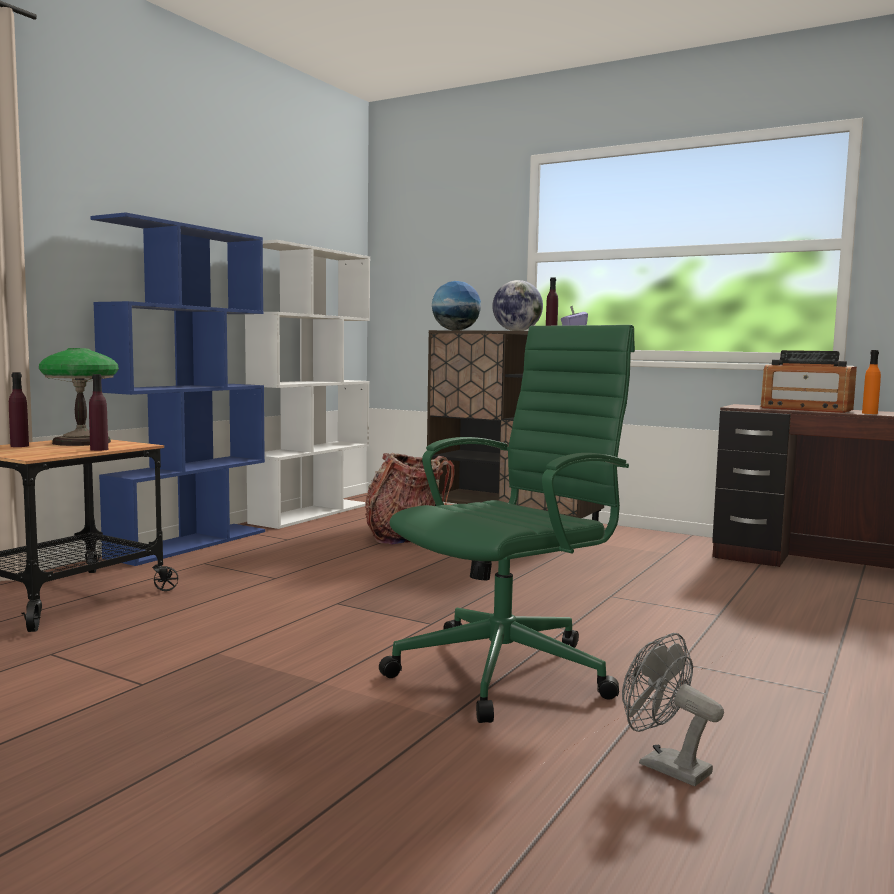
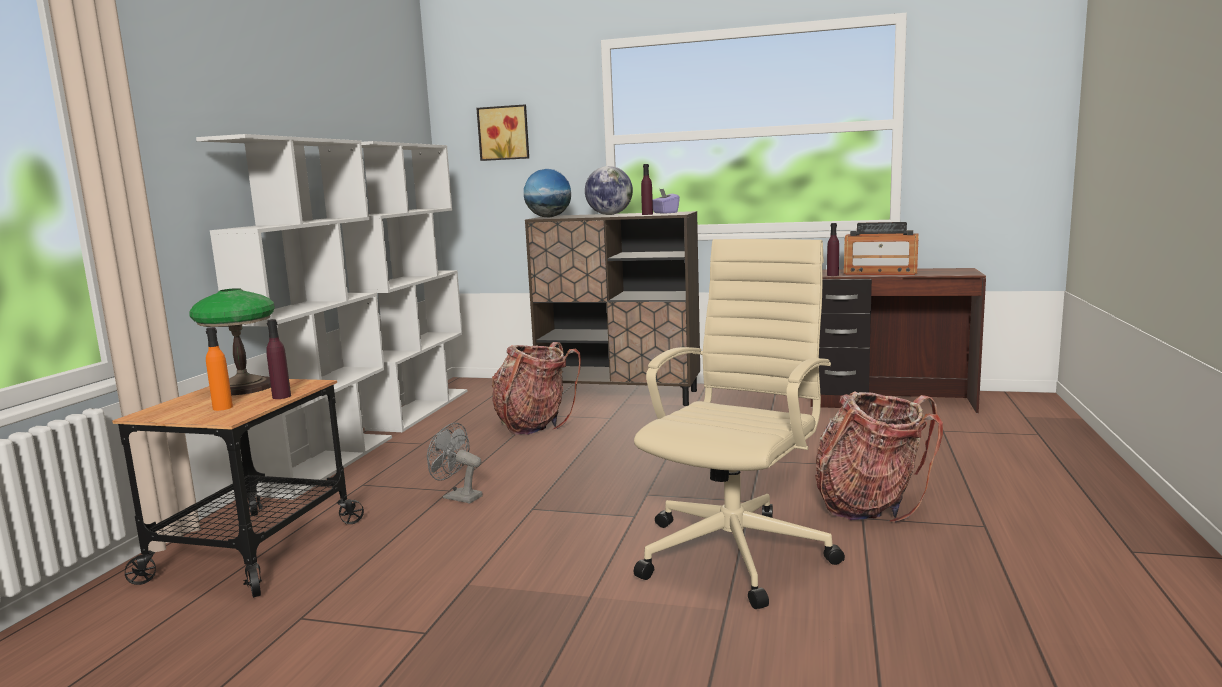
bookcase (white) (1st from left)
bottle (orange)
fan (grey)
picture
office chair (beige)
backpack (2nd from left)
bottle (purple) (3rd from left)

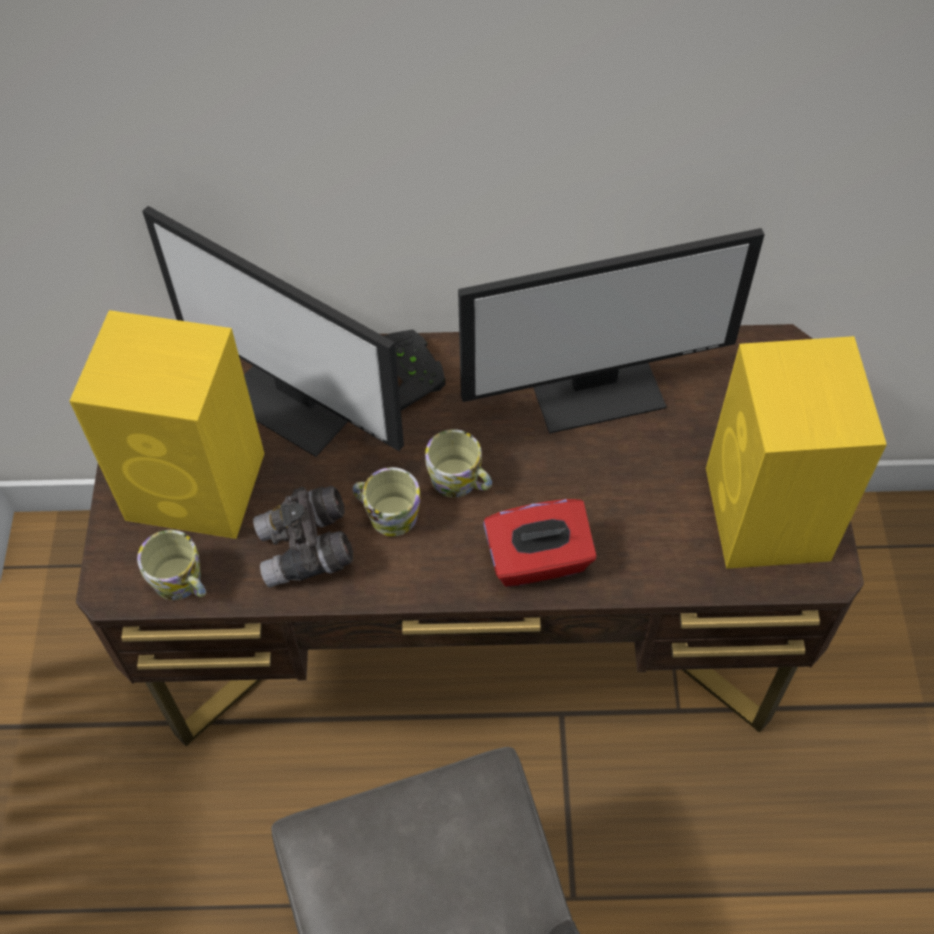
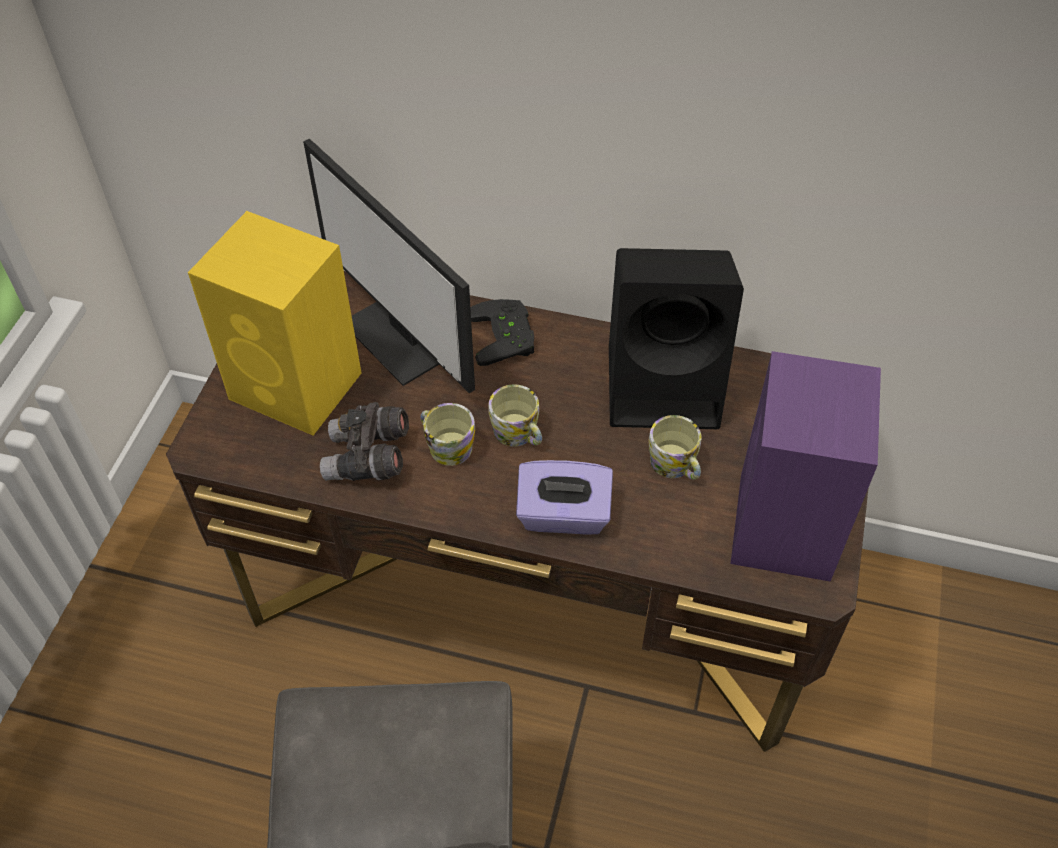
tissue box (purple)
speaker (black)
mug (3rd from left)
speaker (purple)

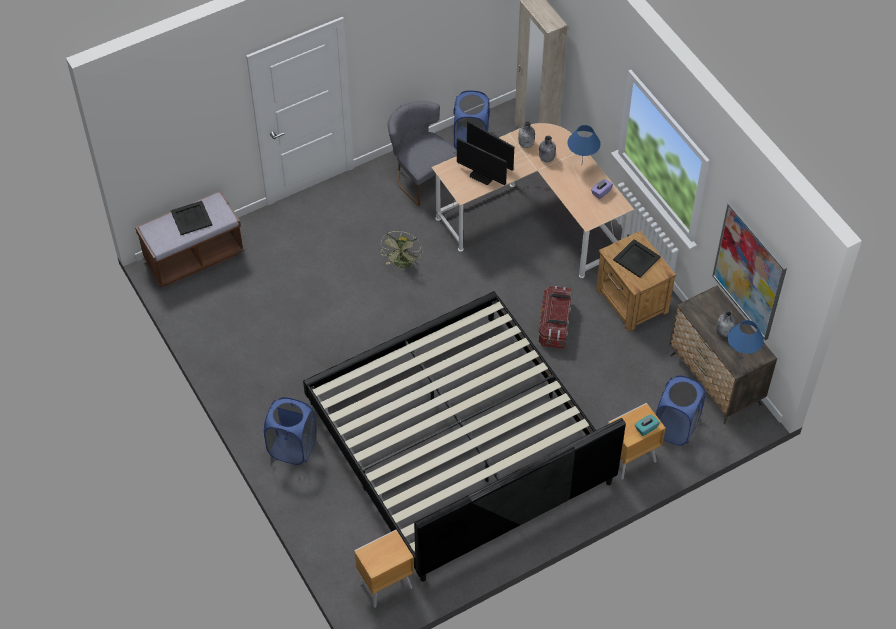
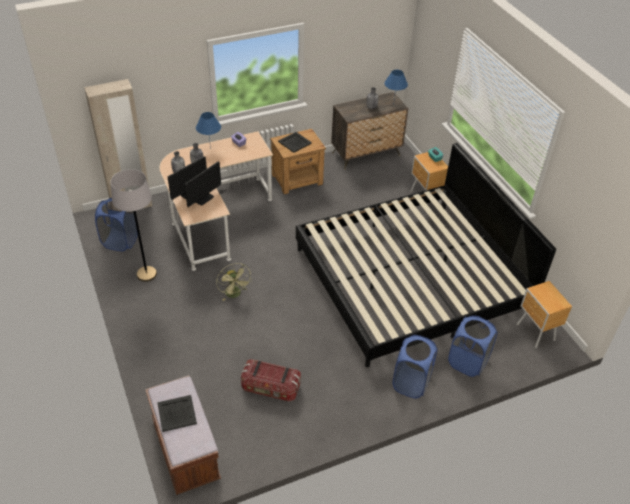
floor lamp (grey)
fan (green)
storage box
laundry basket (blue) (3rd from left)
picture

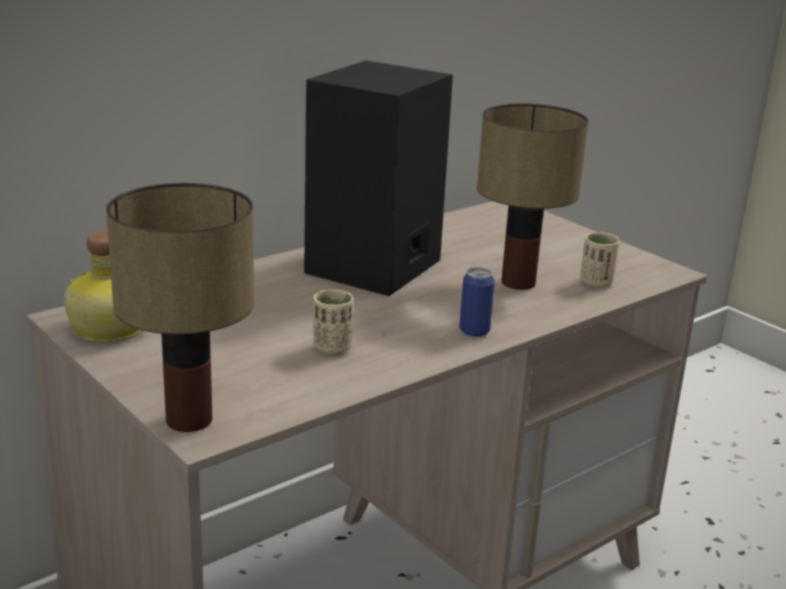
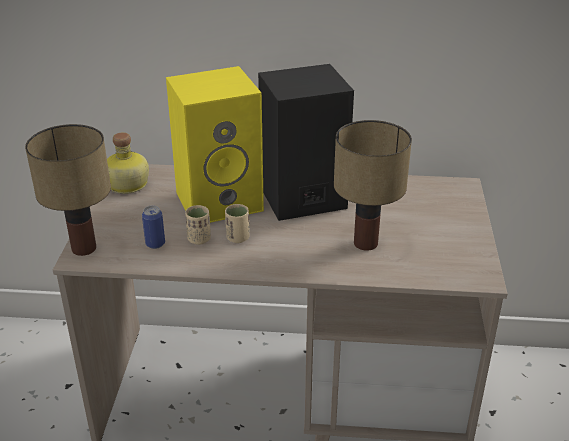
can
speaker (yellow)
cup (beige) (2nd from left)

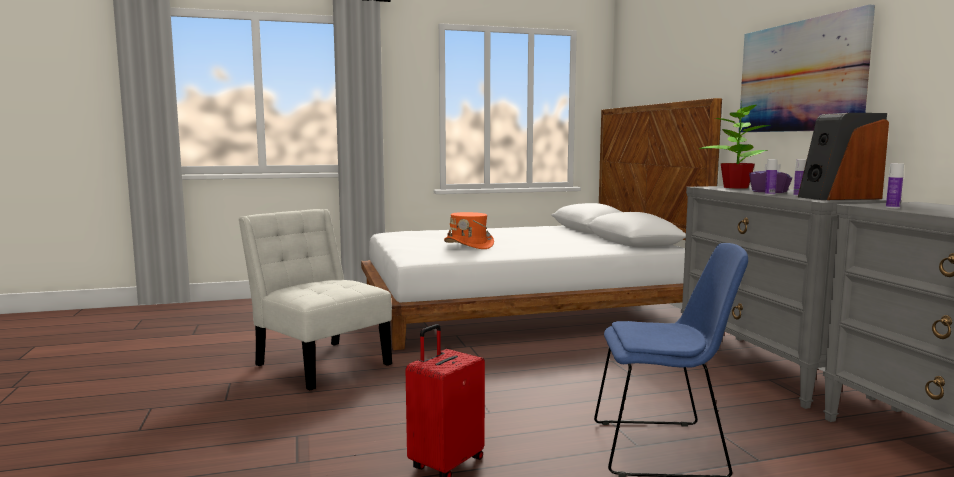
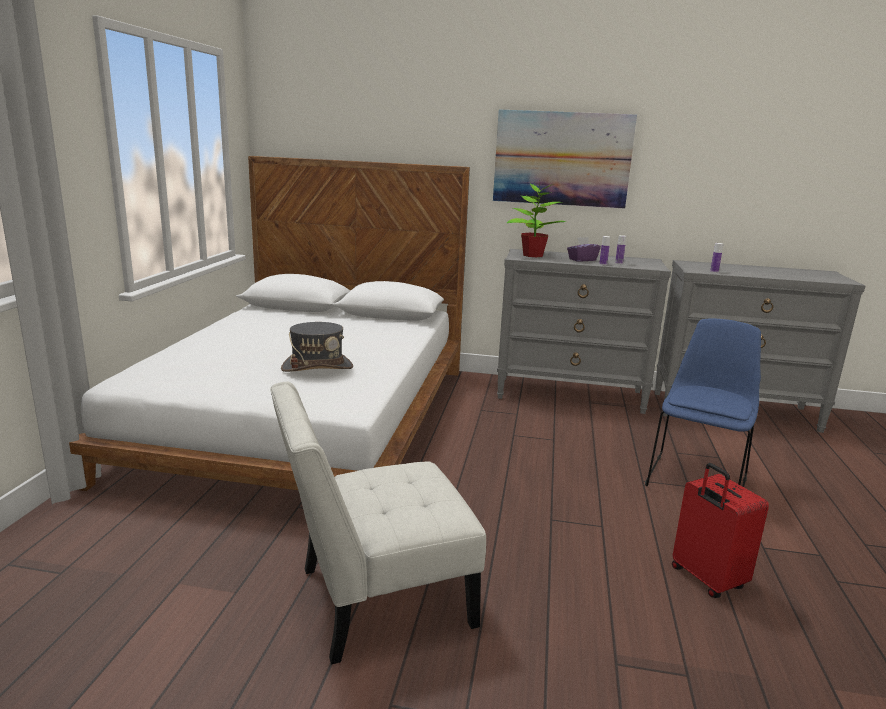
hat (grey)
speaker

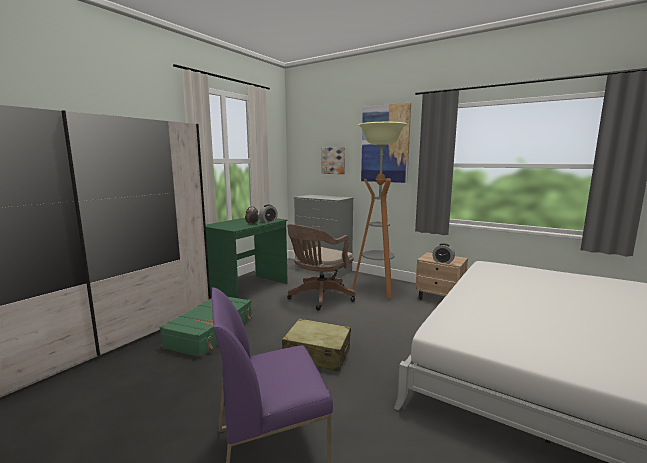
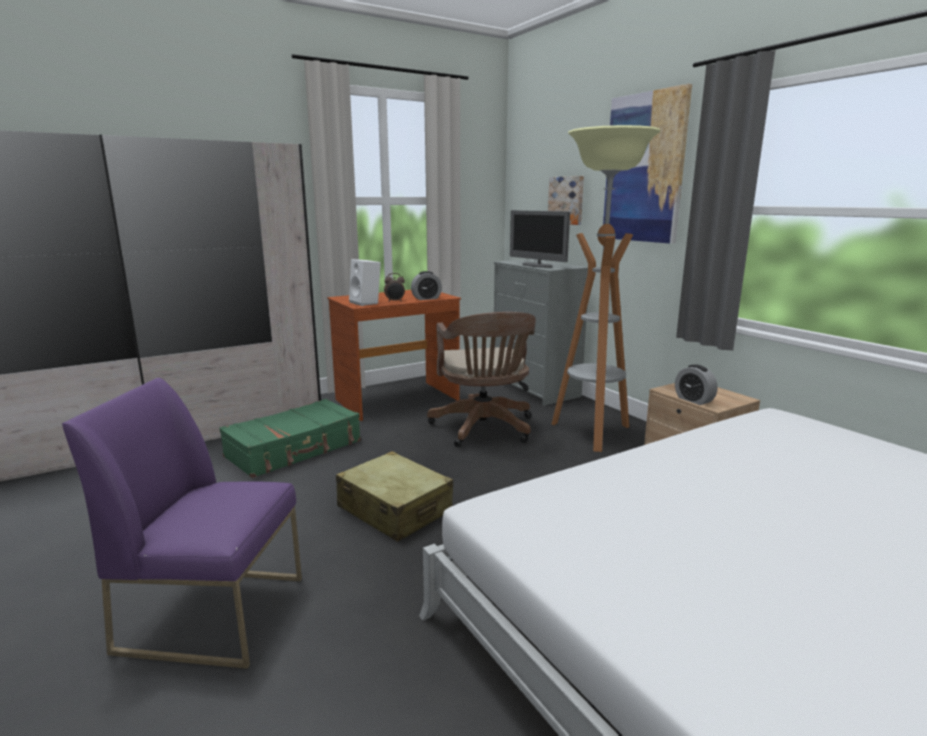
desk (brown)
speaker (white)
office chair (brown)
monitor

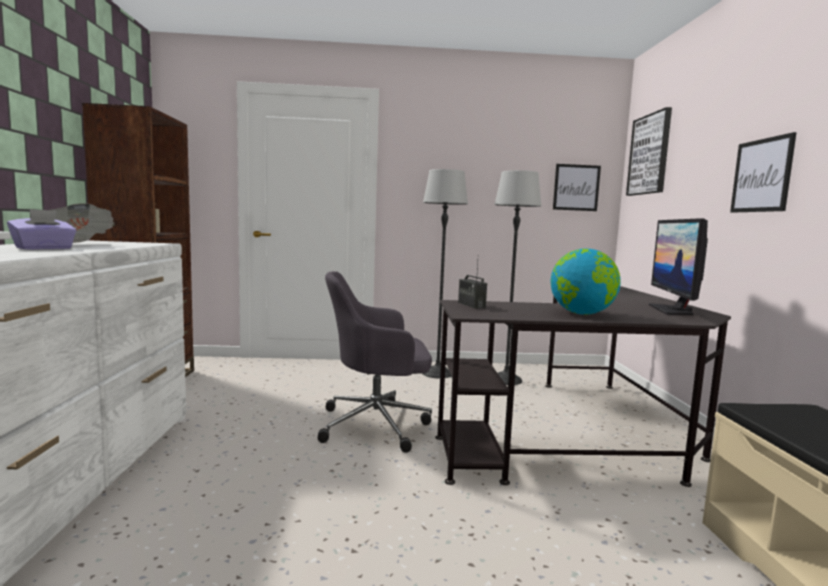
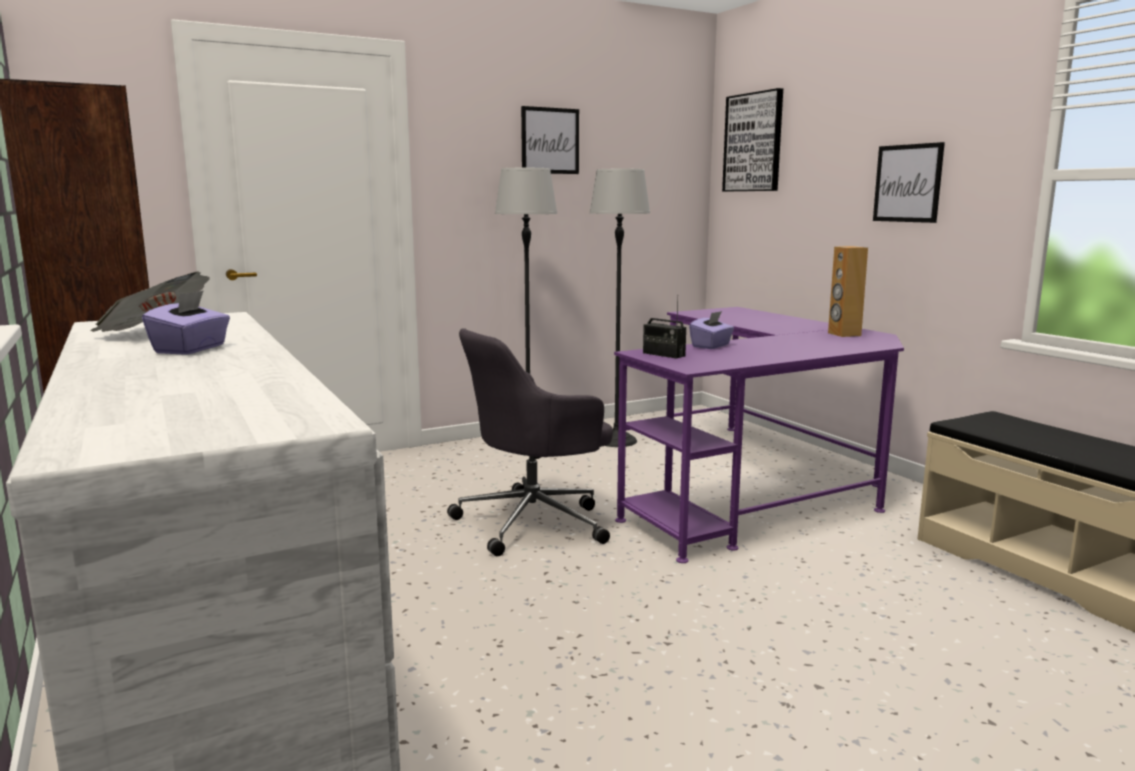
picture (1st from left)
desk (purple)
tissue box (purple) (2nd from left)
speaker (brown)
globe

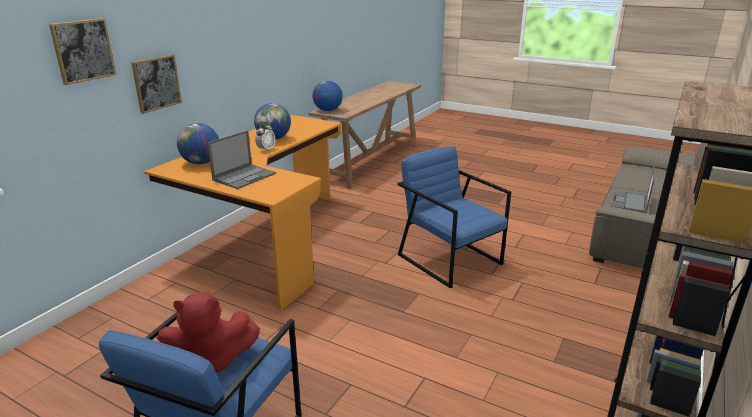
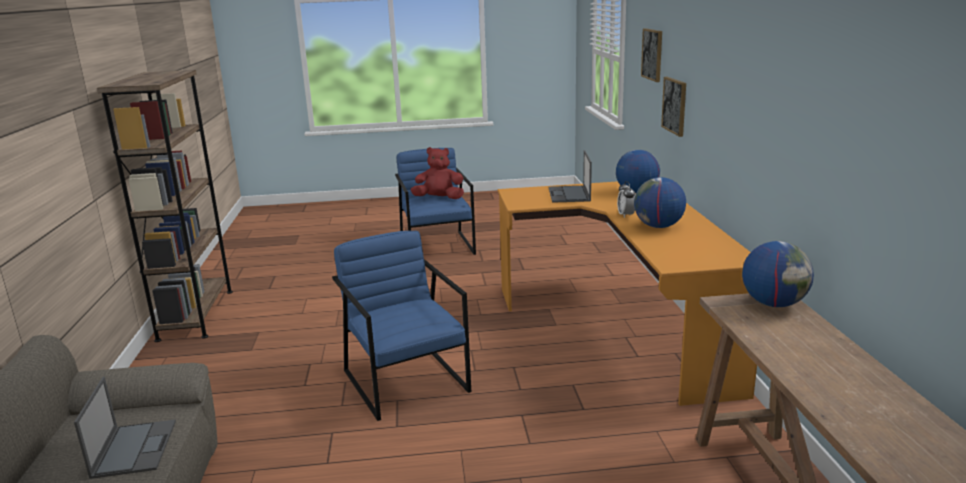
armchair (blue) (1st from left)
plush toy (red)

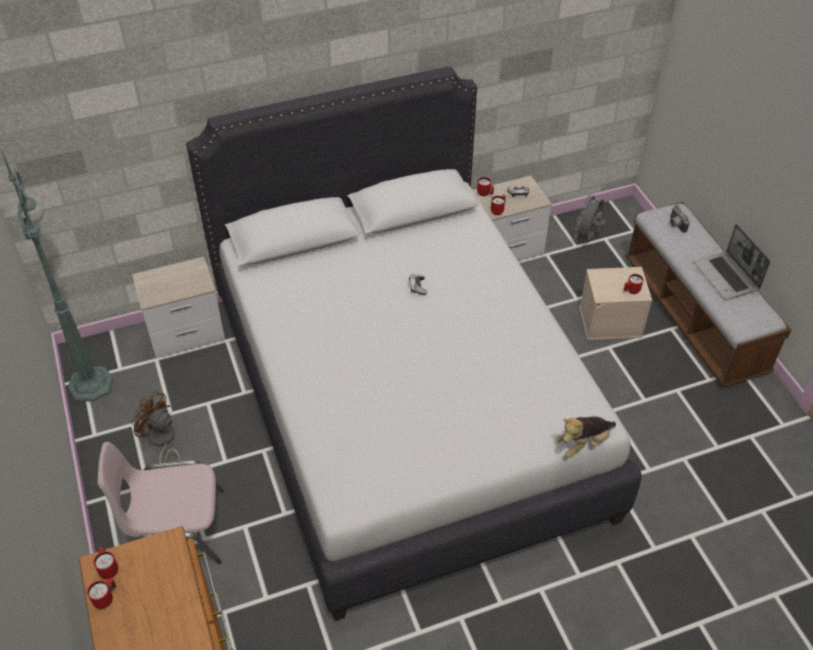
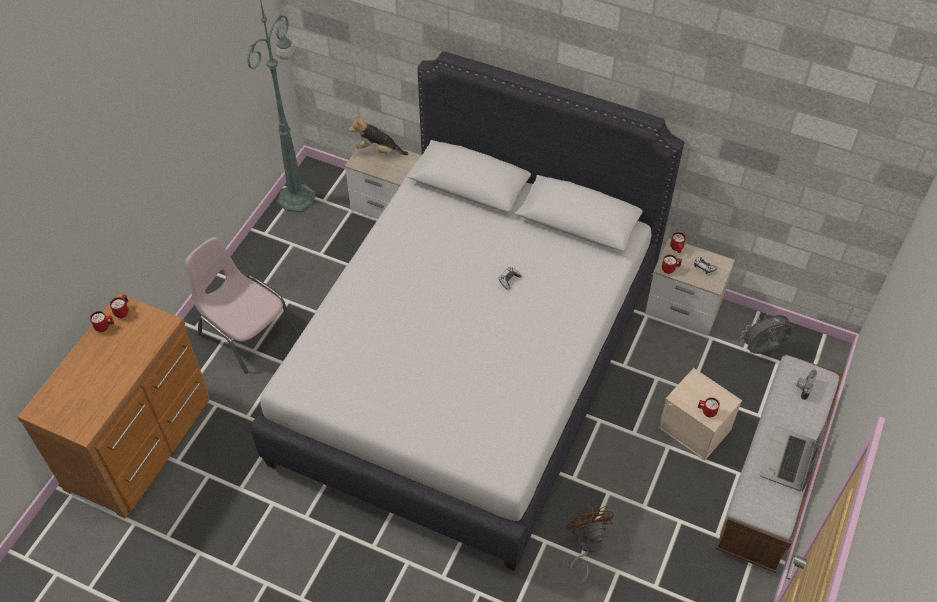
plush toy
fan (brown)

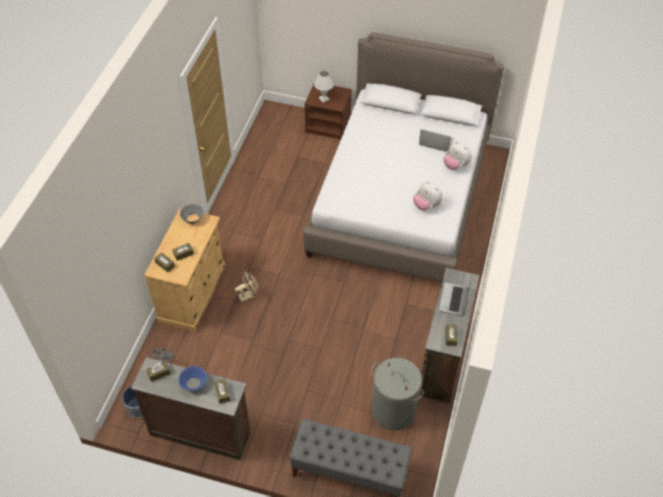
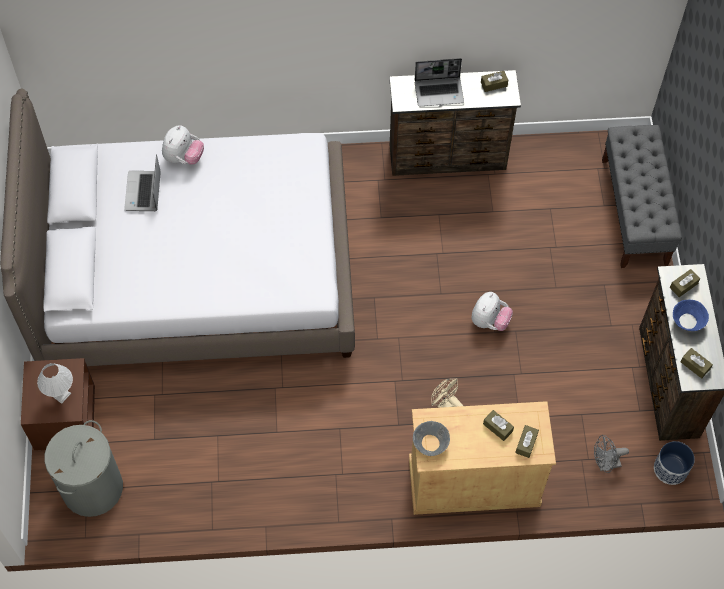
laundry basket (grey)
plush toy (2nd from left)

